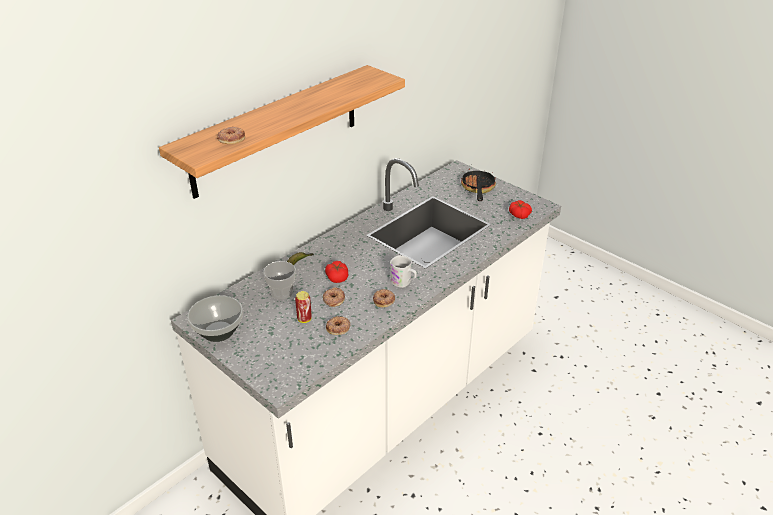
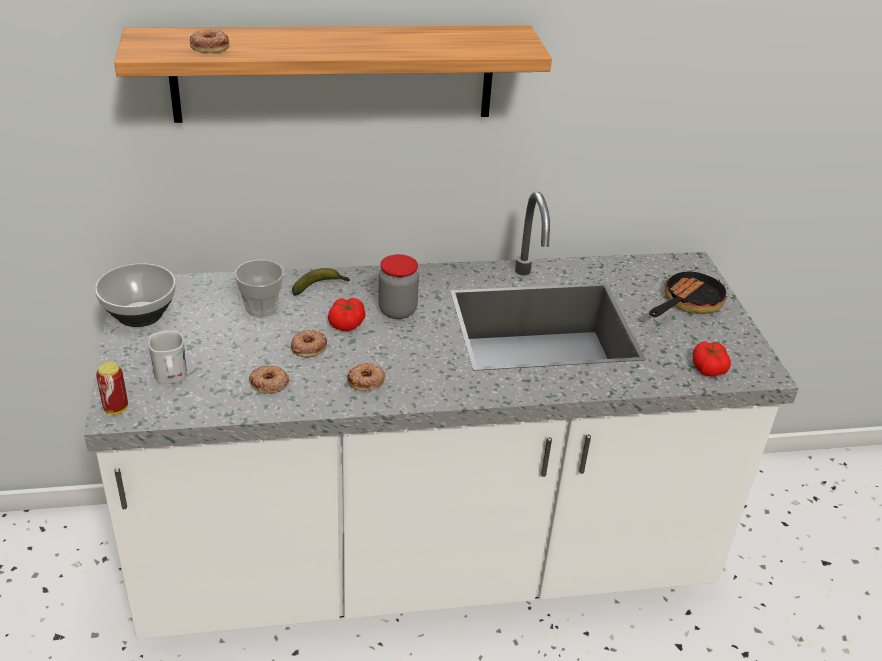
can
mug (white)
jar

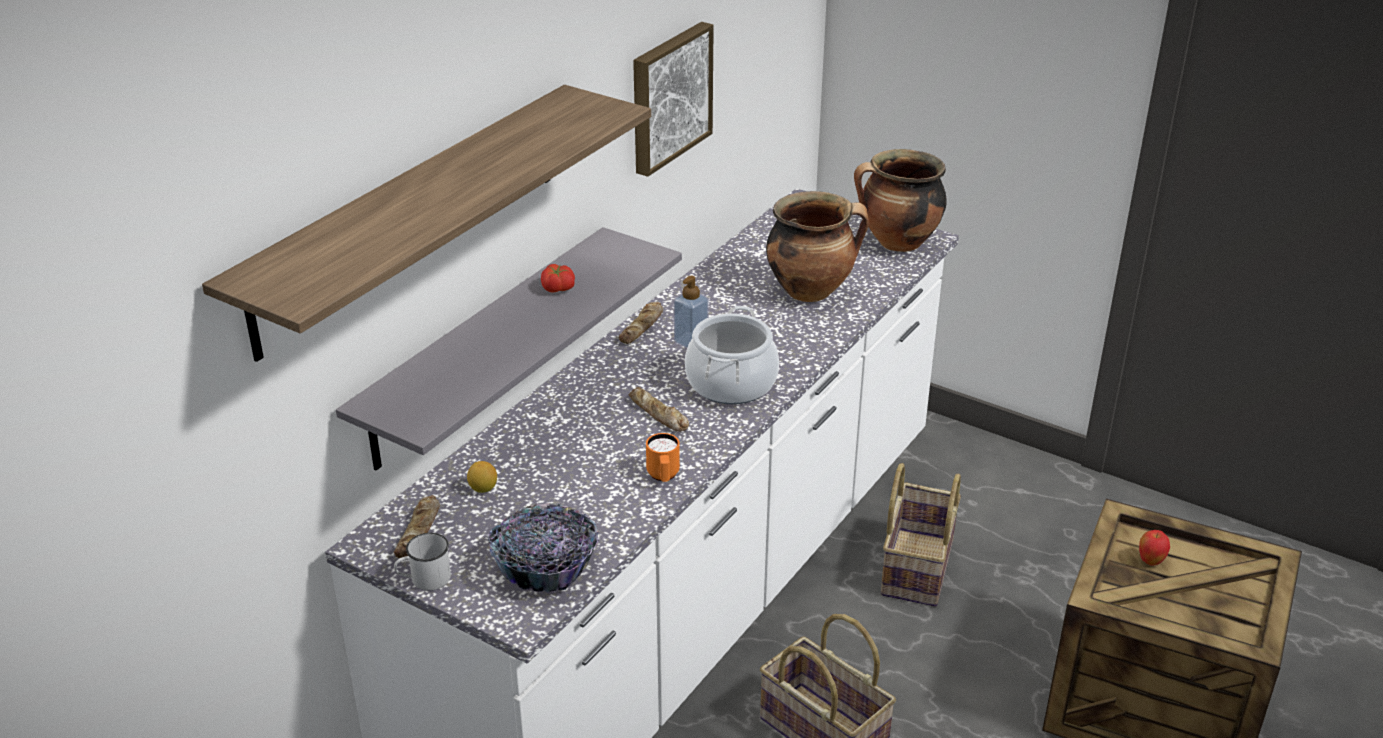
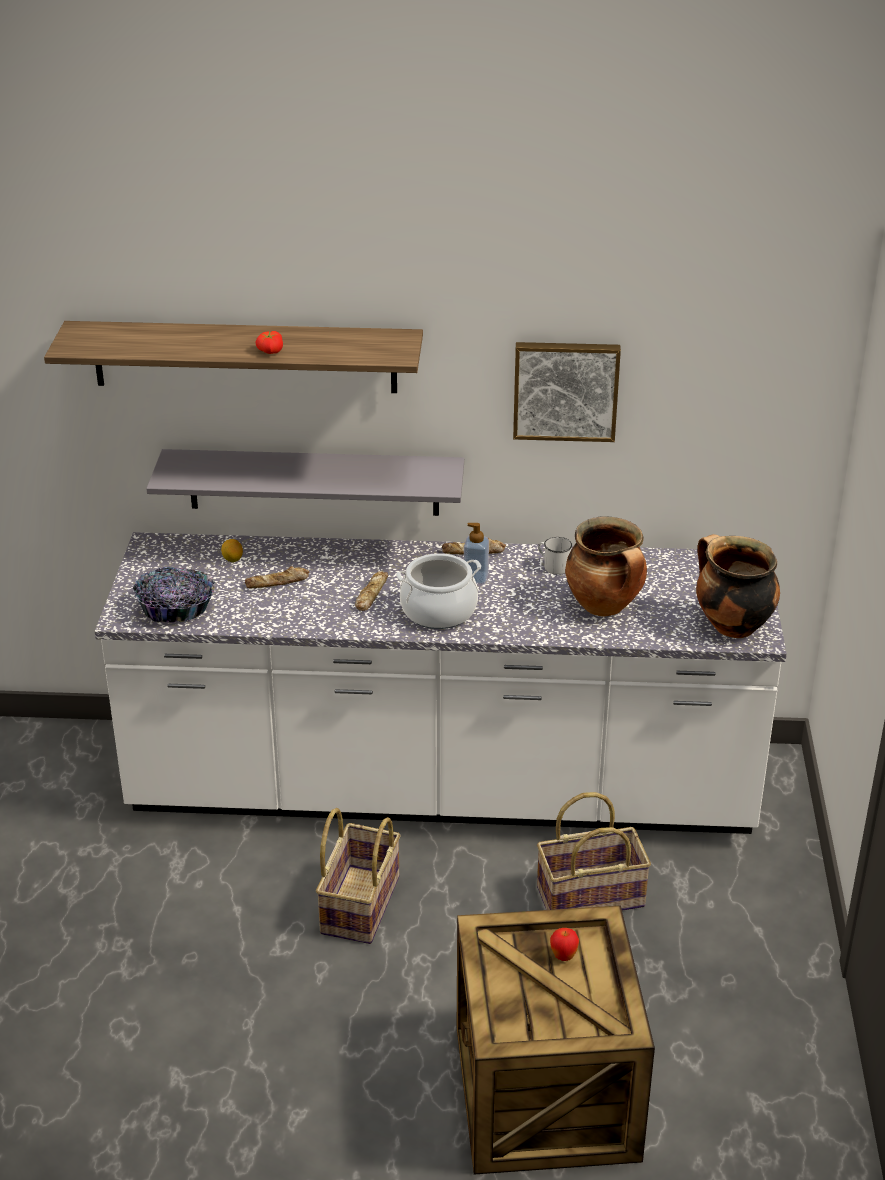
bread (1st from left)
tomato
mug (white)
mug (orange)

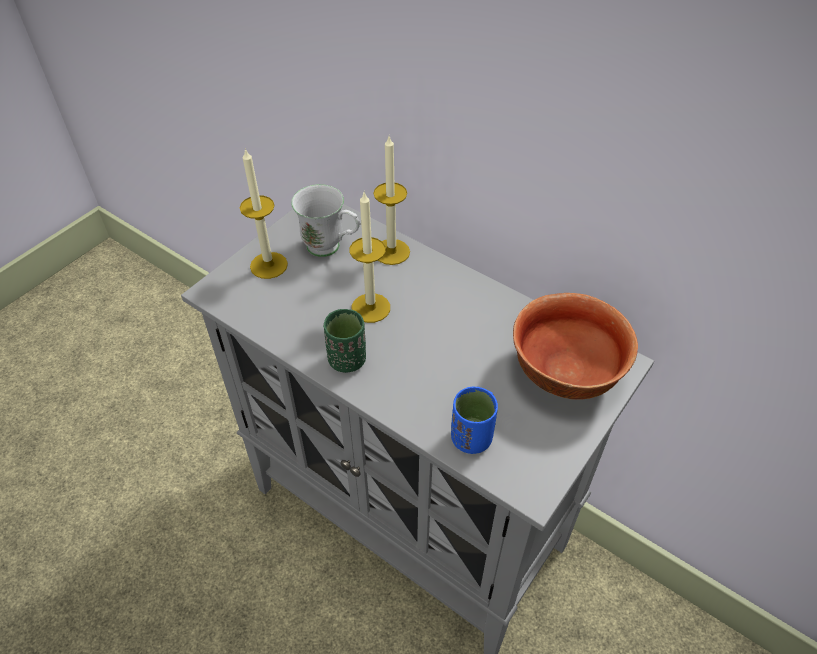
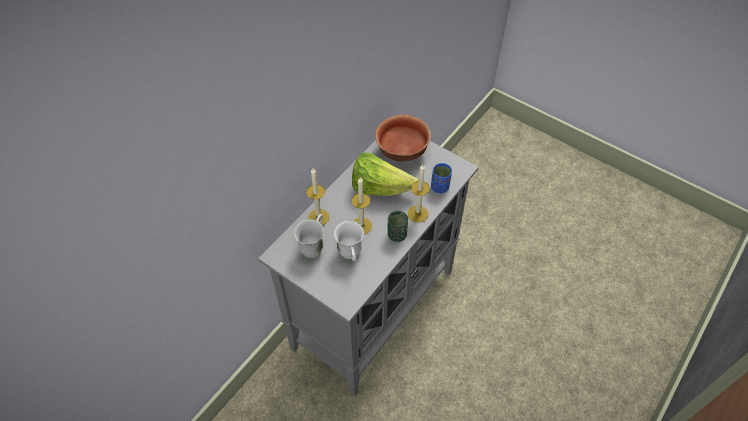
mug (white) (2nd from left)
lettuce
candle (3rd from left)

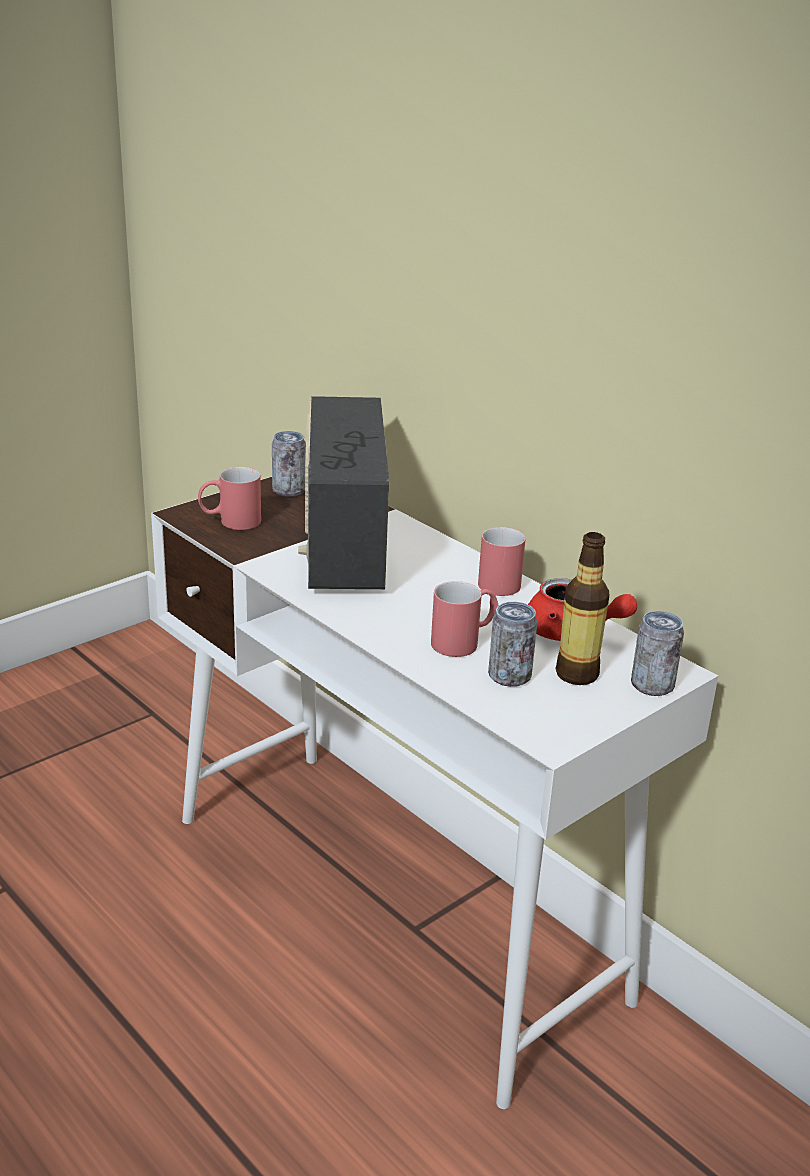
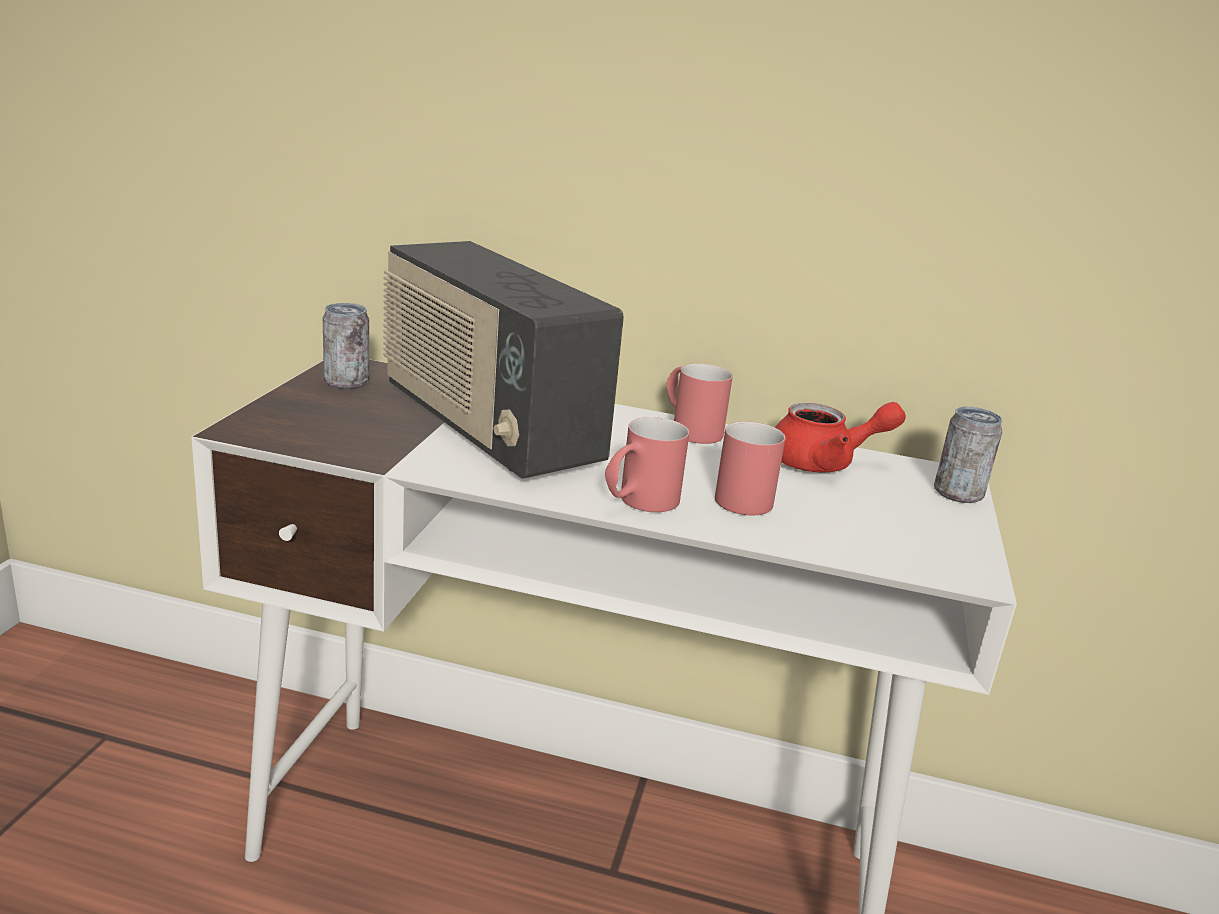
mug (red) (1st from left)
can (2nd from left in the first image)
bottle

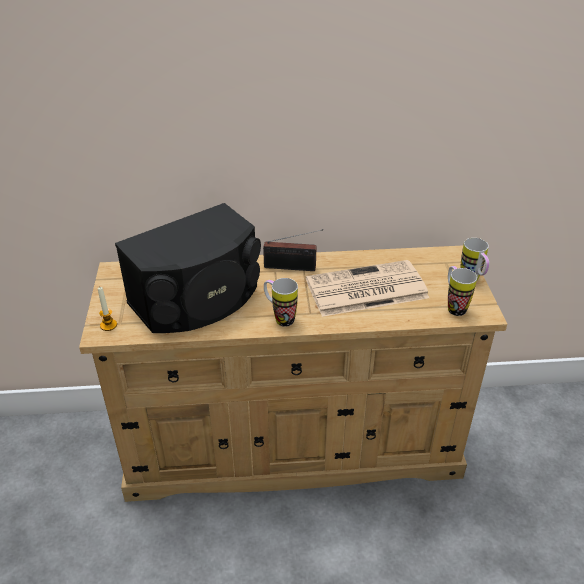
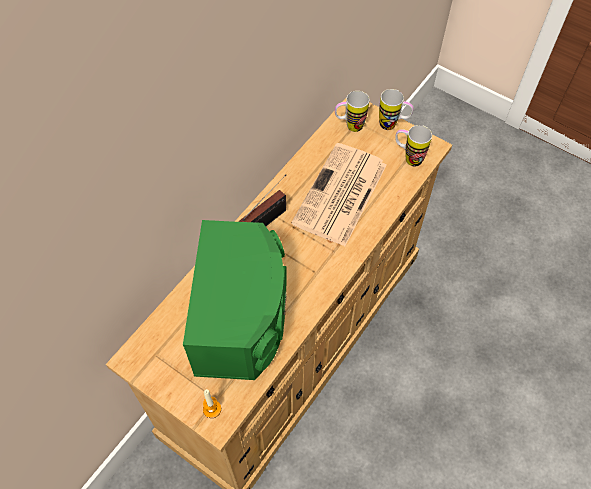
speaker (green)
mug (1st from left)

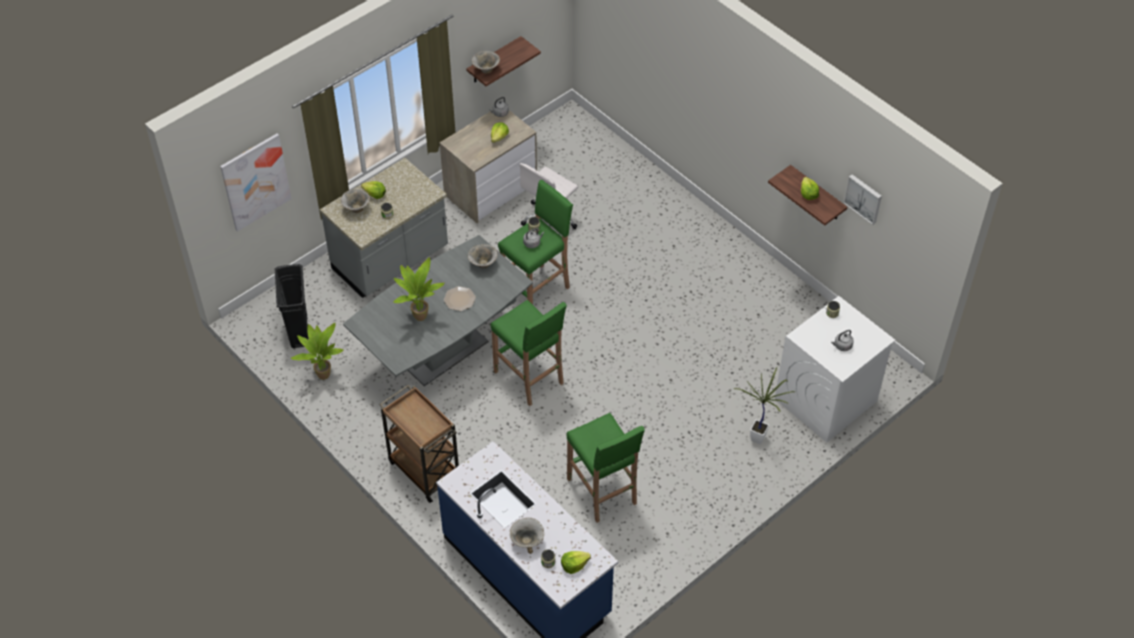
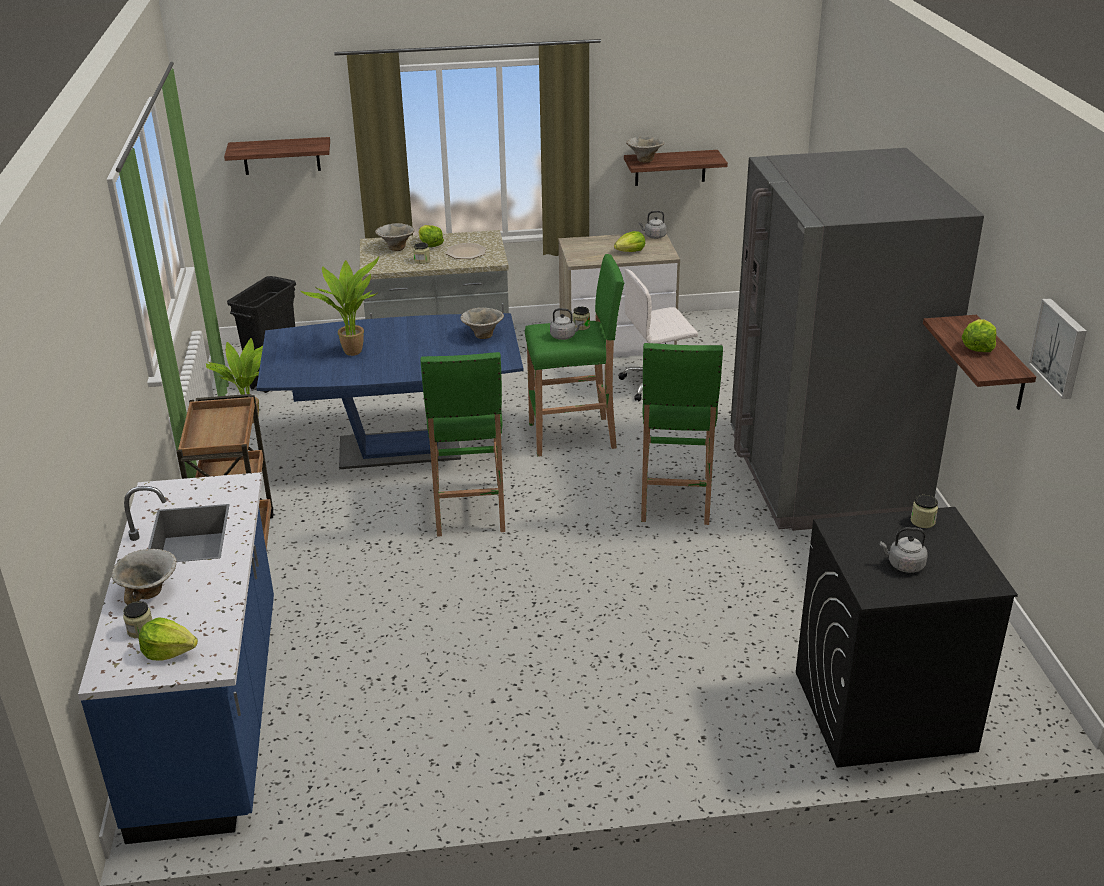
shelf (1st from left)
dining table (blue)
plate
stool (green) (3rd from left)
fridge (grey)
washing machine (black)
potted plant (3rd from left in the first image)

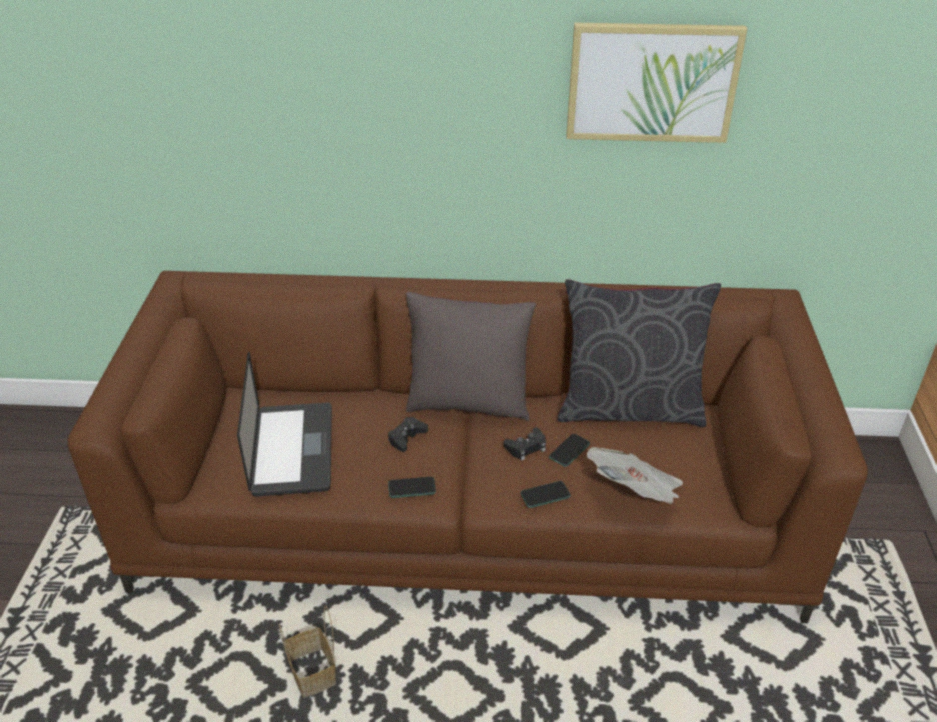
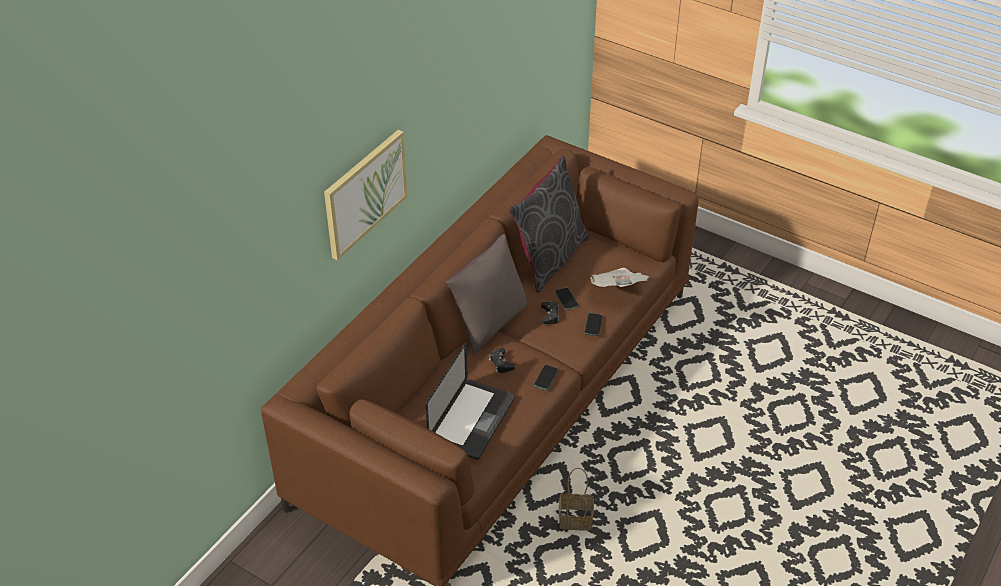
picture
laptop

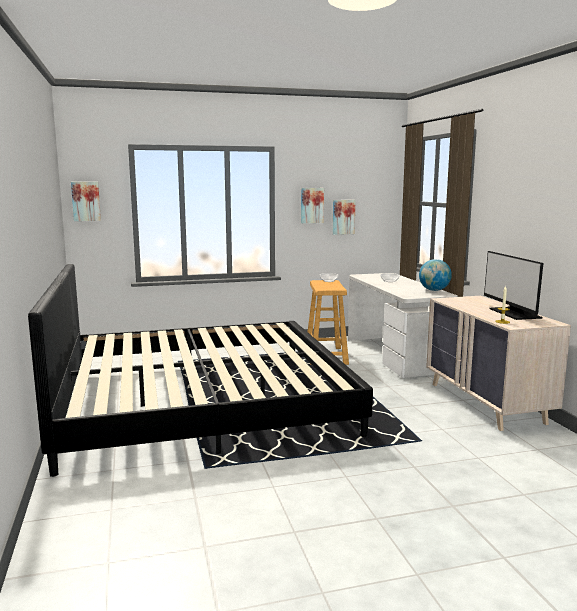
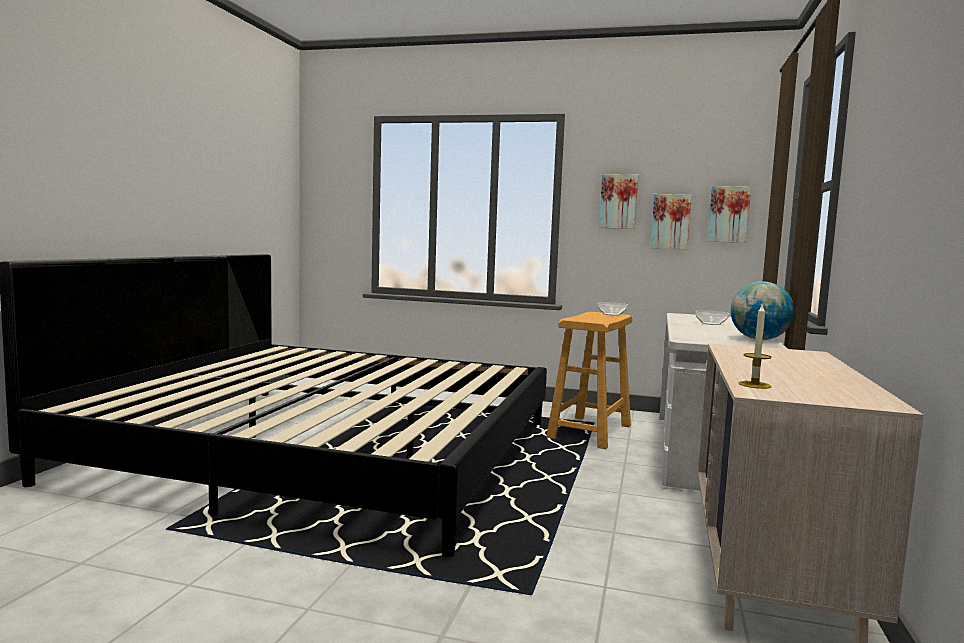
picture (3rd from left)
monitor

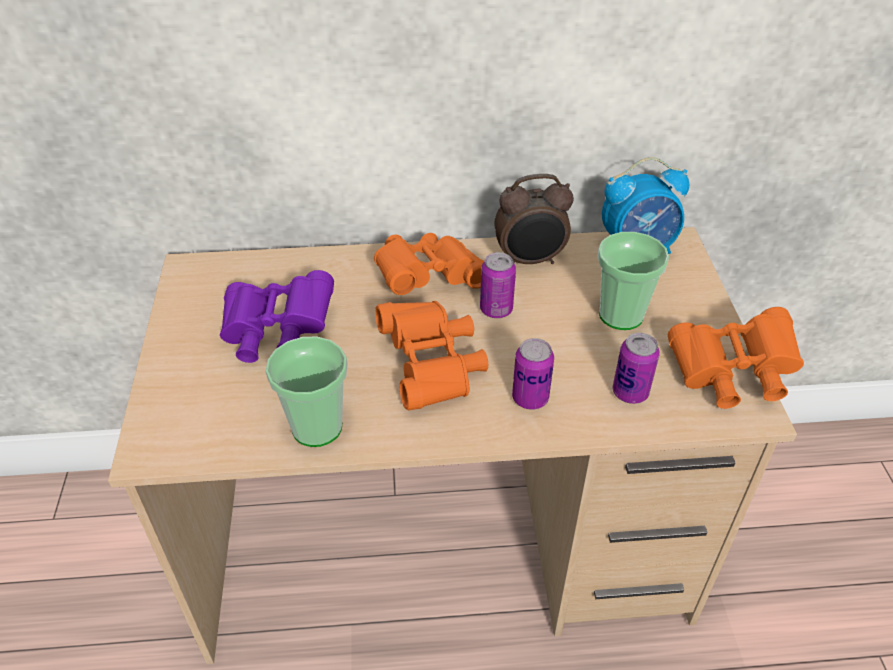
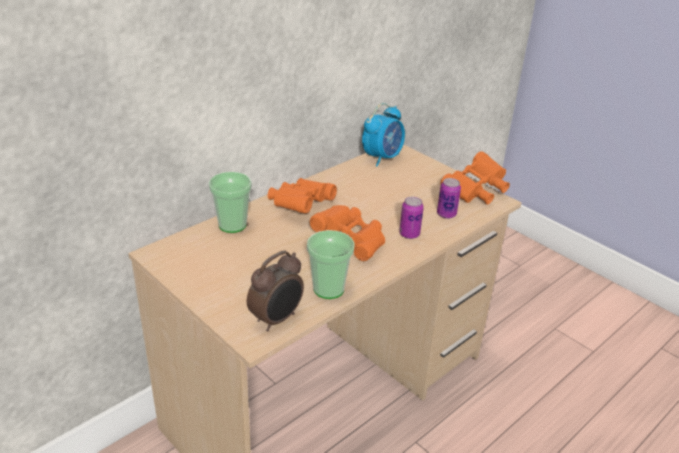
cup (1st from left)
alarm clock (1st from left)
binoculars (purple)
can (1st from left in the first image)

